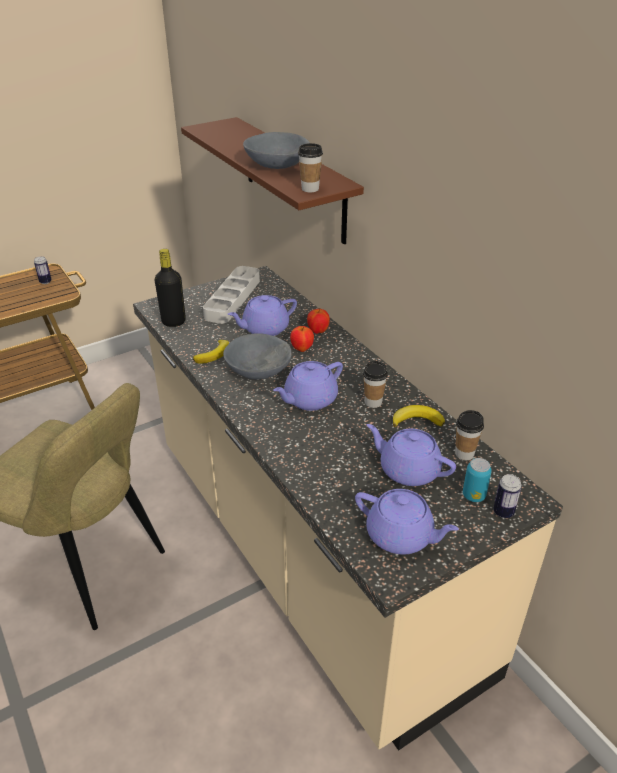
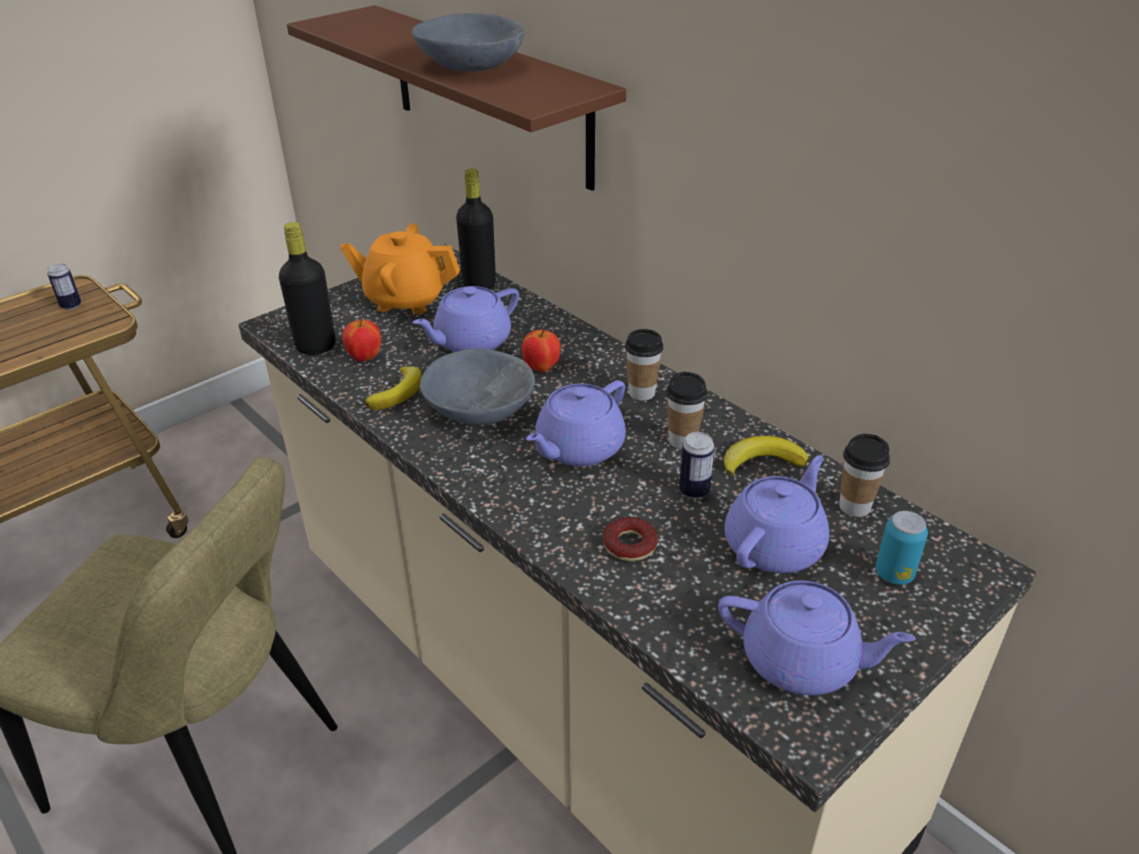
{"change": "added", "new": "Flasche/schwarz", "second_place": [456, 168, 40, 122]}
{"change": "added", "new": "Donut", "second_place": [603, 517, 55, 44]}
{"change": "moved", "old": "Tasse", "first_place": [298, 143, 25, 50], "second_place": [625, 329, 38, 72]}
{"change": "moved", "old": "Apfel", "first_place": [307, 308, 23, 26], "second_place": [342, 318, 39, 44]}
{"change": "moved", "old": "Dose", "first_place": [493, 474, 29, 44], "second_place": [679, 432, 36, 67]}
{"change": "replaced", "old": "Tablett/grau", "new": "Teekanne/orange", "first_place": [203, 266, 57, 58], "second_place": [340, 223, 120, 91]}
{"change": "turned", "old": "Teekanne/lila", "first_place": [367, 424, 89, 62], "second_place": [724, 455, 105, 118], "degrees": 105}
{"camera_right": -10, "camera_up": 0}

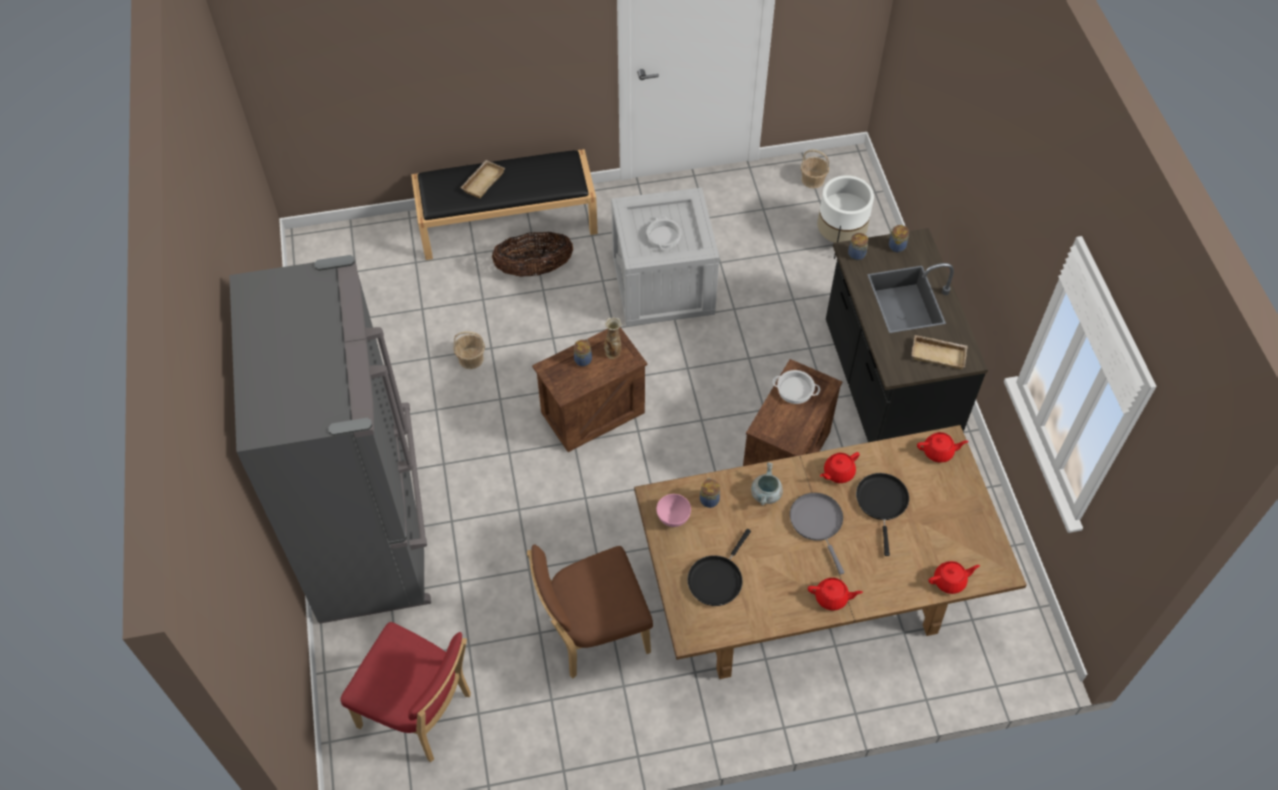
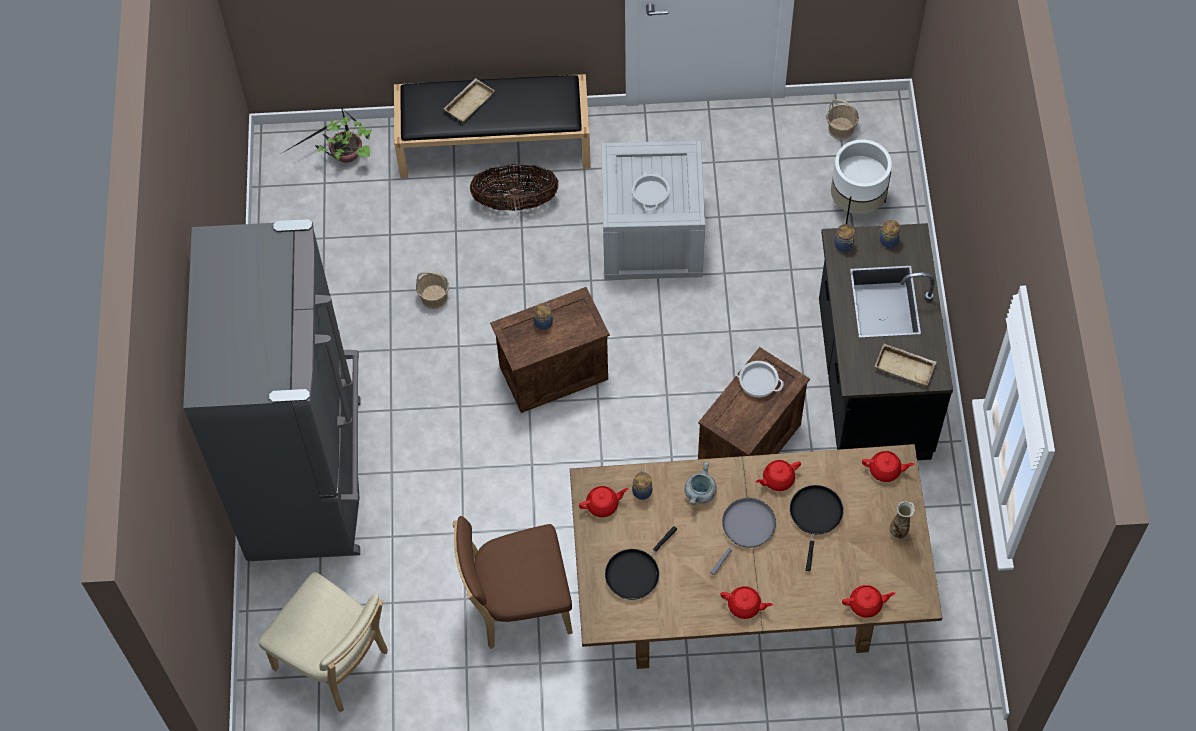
{"change": "added", "new": "Topfpflanze", "second_place": [284, 106, 88, 57]}
{"change": "moved", "old": "Vase", "first_place": [604, 317, 18, 42], "second_place": [890, 501, 25, 39]}
{"change": "replaced", "old": "Schüssel/rosa", "new": "Teekanne/rot", "first_place": [657, 494, 34, 33], "second_place": [579, 486, 49, 31]}
{"change": "recoloured", "old": "Stuhl/rot", "new": "Stuhl/beige", "first_place": [340, 622, 131, 141], "second_place": [259, 572, 129, 140]}
{"change": "turned", "old": "Pfanne/grau", "first_place": [790, 493, 54, 82], "second_place": [710, 498, 66, 77], "degrees": 45}
{"camera_right": 10, "camera_up": 5}

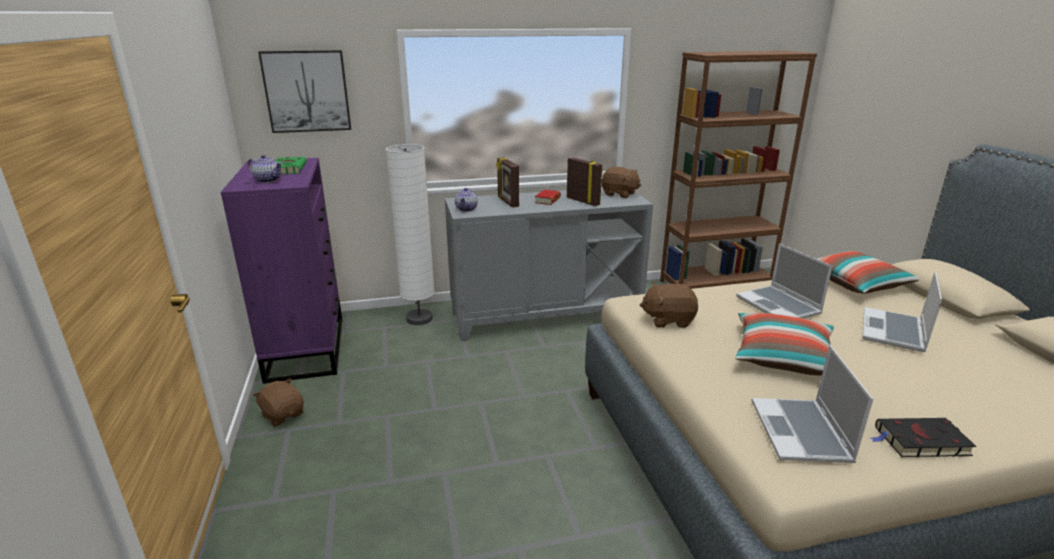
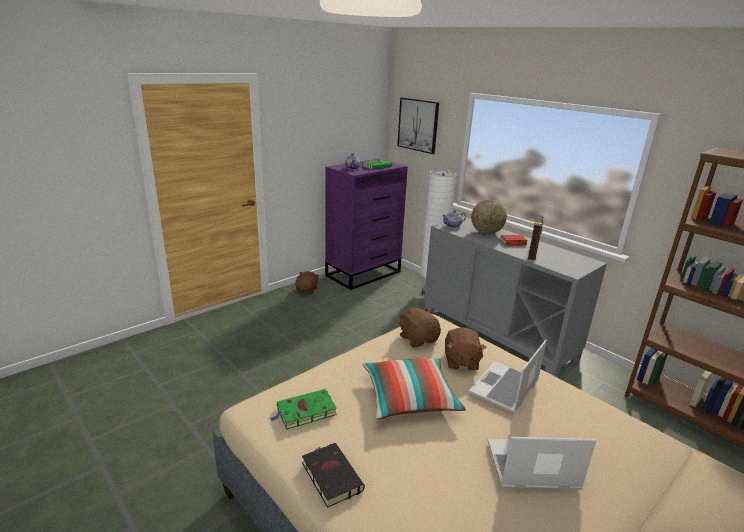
{"change": "removed", "old": "Kissen", "first_place": [818, 251, 101, 42]}
{"change": "moved", "old": "Plüschtier/braun", "first_place": [601, 167, 40, 31], "second_place": [445, 328, 42, 43]}
{"change": "replaced", "old": "Bilderrahmen", "new": "Globus", "first_place": [496, 157, 23, 51], "second_place": [471, 200, 36, 34]}
{"change": "replaced", "old": "Laptop", "new": "Buch/grün", "first_place": [751, 345, 122, 118], "second_place": [270, 389, 67, 41]}
{"camera_right": 60, "camera_up": 0}

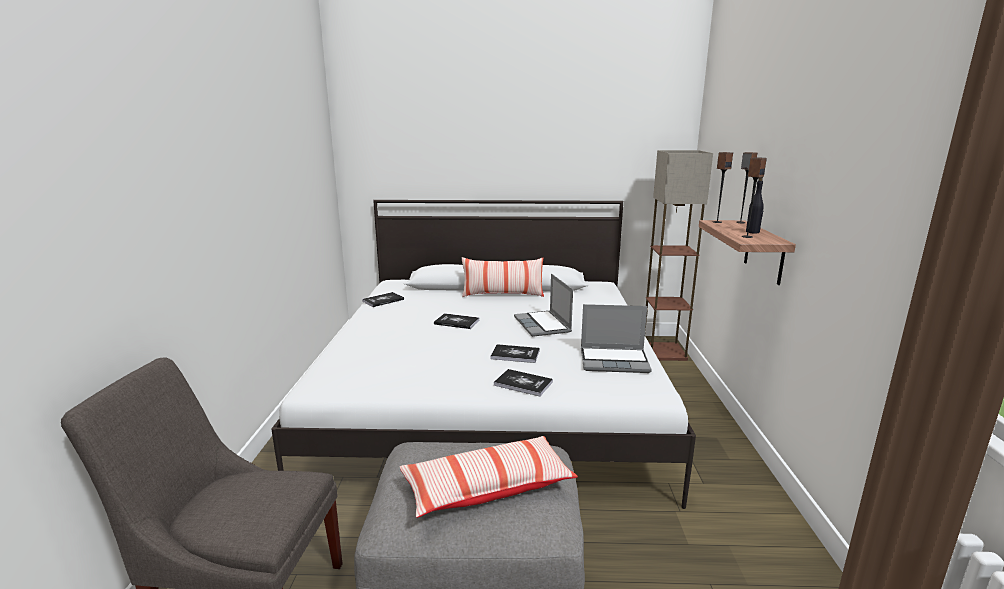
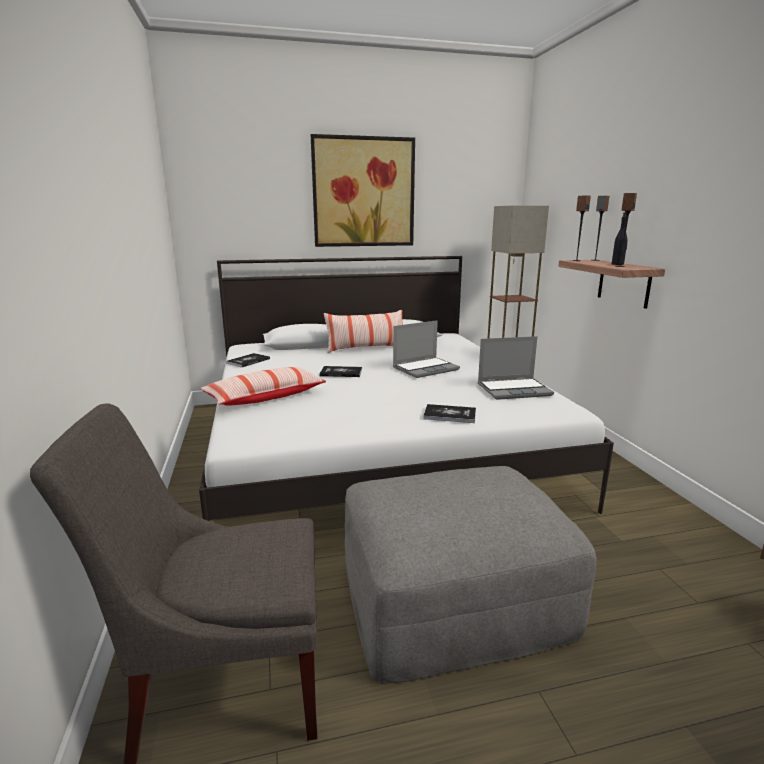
{"change": "removed", "old": "Buch", "first_place": [491, 344, 49, 19]}
{"change": "added", "new": "Bild", "second_place": [311, 134, 104, 113]}
{"change": "moved", "old": "Kissen", "first_place": [400, 436, 178, 82], "second_place": [200, 367, 126, 39]}
{"change": "turned", "old": "Laptop", "first_place": [514, 274, 59, 63], "second_place": [393, 320, 67, 58], "degrees": -90}
{"camera_right": -15, "camera_up": 0}

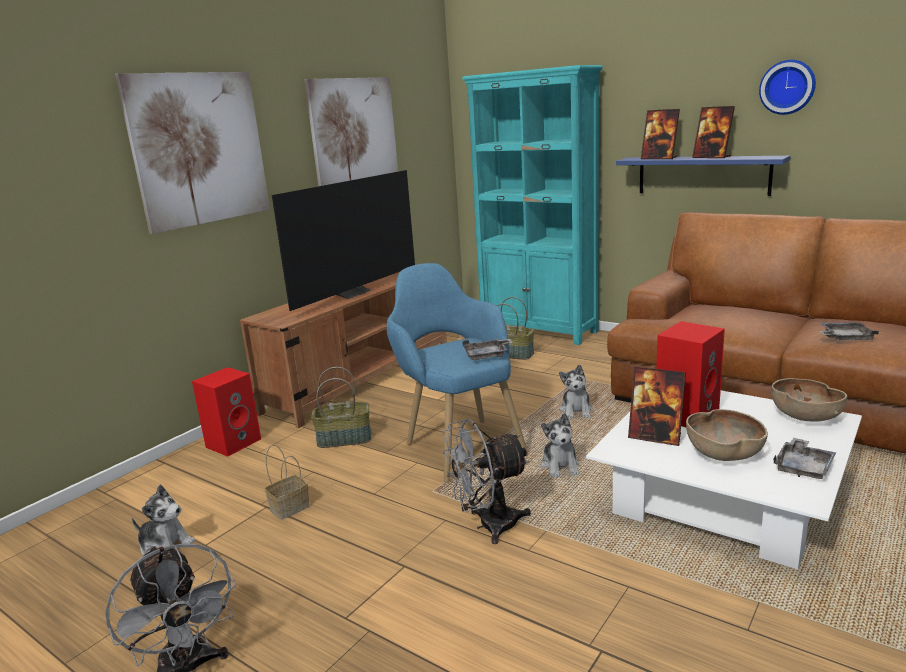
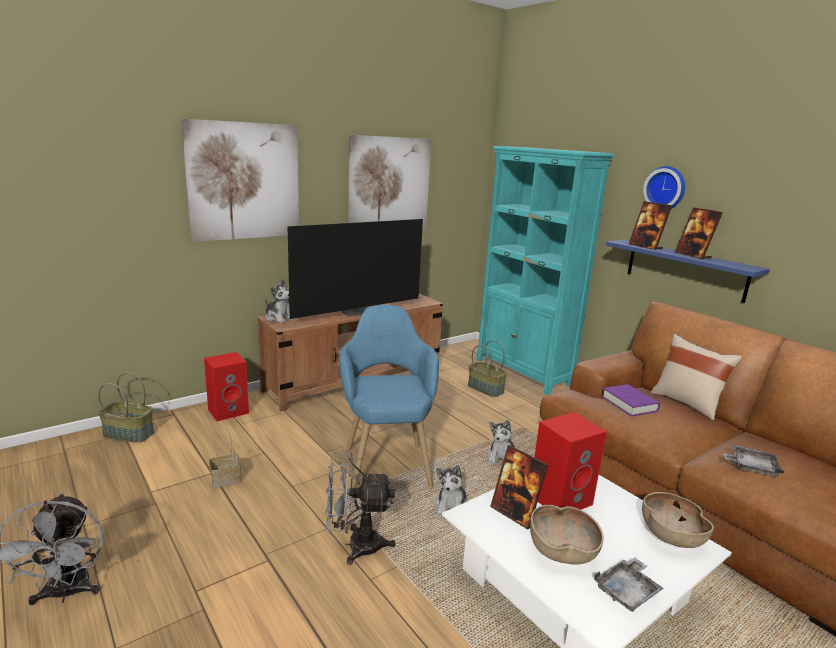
{"change": "removed", "old": "Tablett/grau", "first_place": [463, 339, 50, 21]}
{"change": "added", "new": "Buch/lila", "second_place": [602, 384, 58, 32]}
{"change": "added", "new": "Kissen/beige", "second_place": [651, 334, 91, 86]}
{"change": "moved", "old": "Plüschtier", "first_place": [132, 485, 63, 71], "second_place": [265, 279, 31, 44]}
{"change": "moved", "old": "Korb", "first_place": [311, 367, 60, 81], "second_place": [98, 373, 56, 70]}
{"change": "moved", "old": "Wanduhr", "first_place": [759, 60, 57, 55], "second_place": [643, 166, 42, 43]}
{"camera_right": 15, "camera_up": 0}

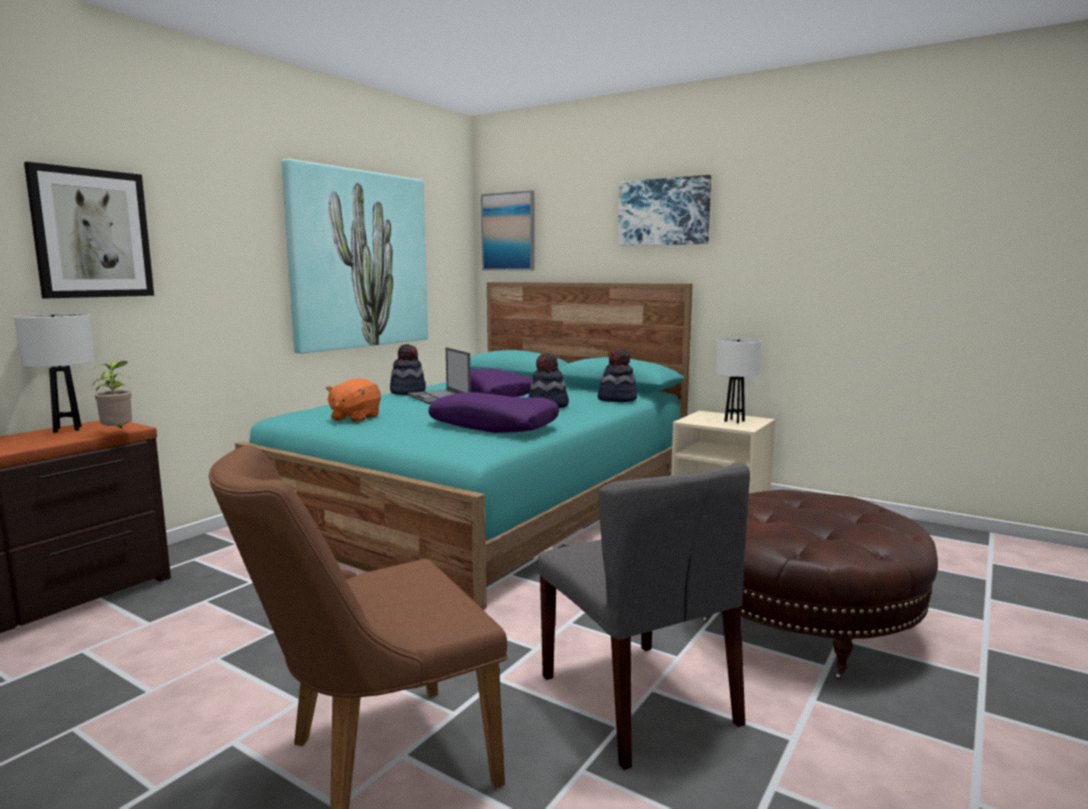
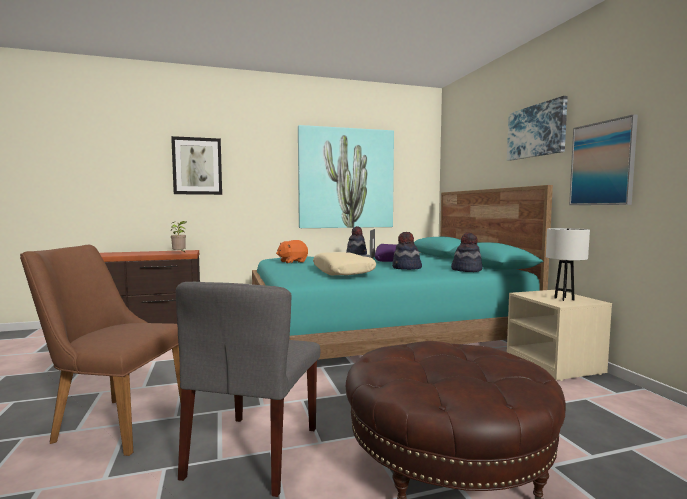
{"change": "removed", "old": "Tischlampe/weiß", "first_place": [14, 314, 81, 119]}
{"change": "moved", "old": "Bild", "first_place": [481, 190, 54, 81], "second_place": [569, 114, 69, 91]}
{"change": "recoloured", "old": "Kissen/lila", "new": "Kissen/beige", "first_place": [428, 392, 131, 41], "second_place": [313, 252, 63, 23]}
{"camera_right": 40, "camera_up": -5}

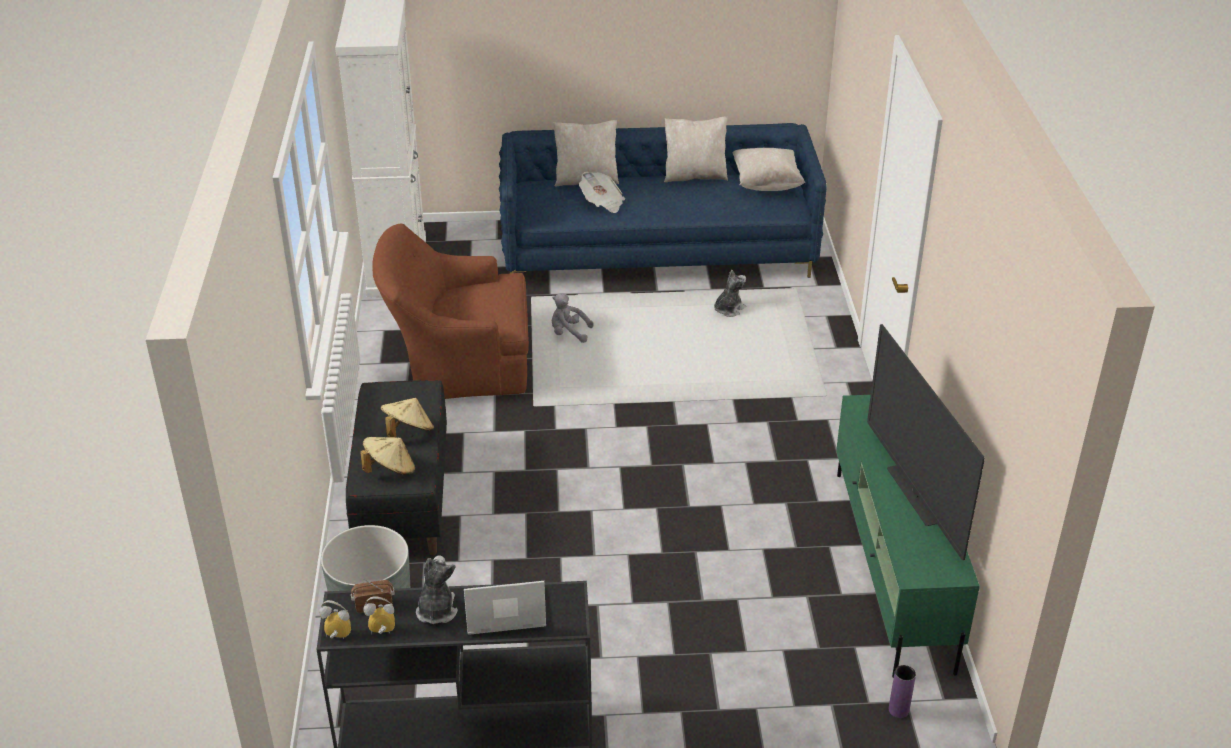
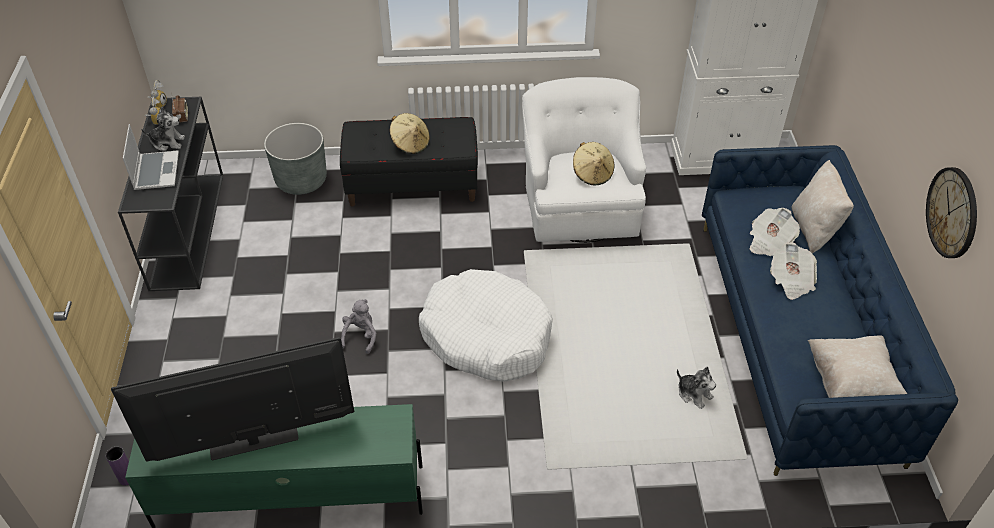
{"change": "removed", "old": "Kissen/beige", "first_place": [664, 116, 64, 66]}
{"change": "added", "new": "Hundebett/weiß", "second_place": [419, 269, 134, 113]}
{"change": "added", "new": "Zeitung", "second_place": [770, 242, 47, 58]}
{"change": "added", "new": "Wanduhr", "second_place": [926, 167, 51, 91]}
{"change": "moved", "old": "Hut/beige", "first_place": [360, 437, 55, 38], "second_place": [573, 142, 41, 43]}
{"change": "moved", "old": "Plüschtier/grau", "first_place": [552, 293, 41, 50], "second_place": [341, 299, 36, 55]}
{"change": "recoloured", "old": "Sessel/braun", "new": "Sessel/weiß", "first_place": [372, 223, 157, 176], "second_place": [522, 77, 124, 166]}
{"camera_right": 90, "camera_up": 10}

